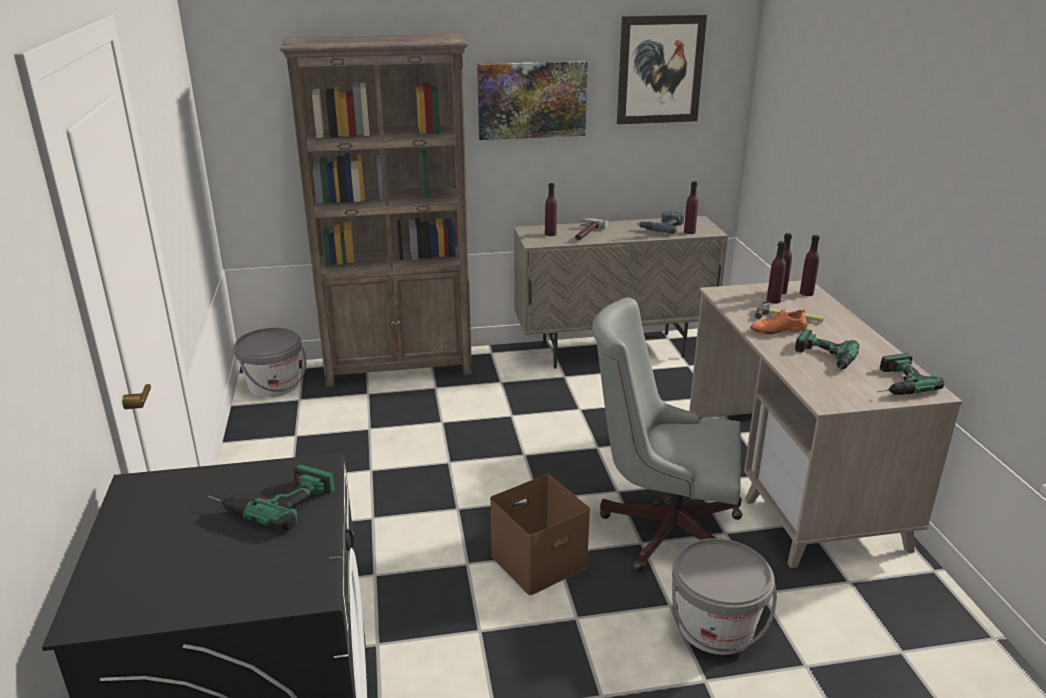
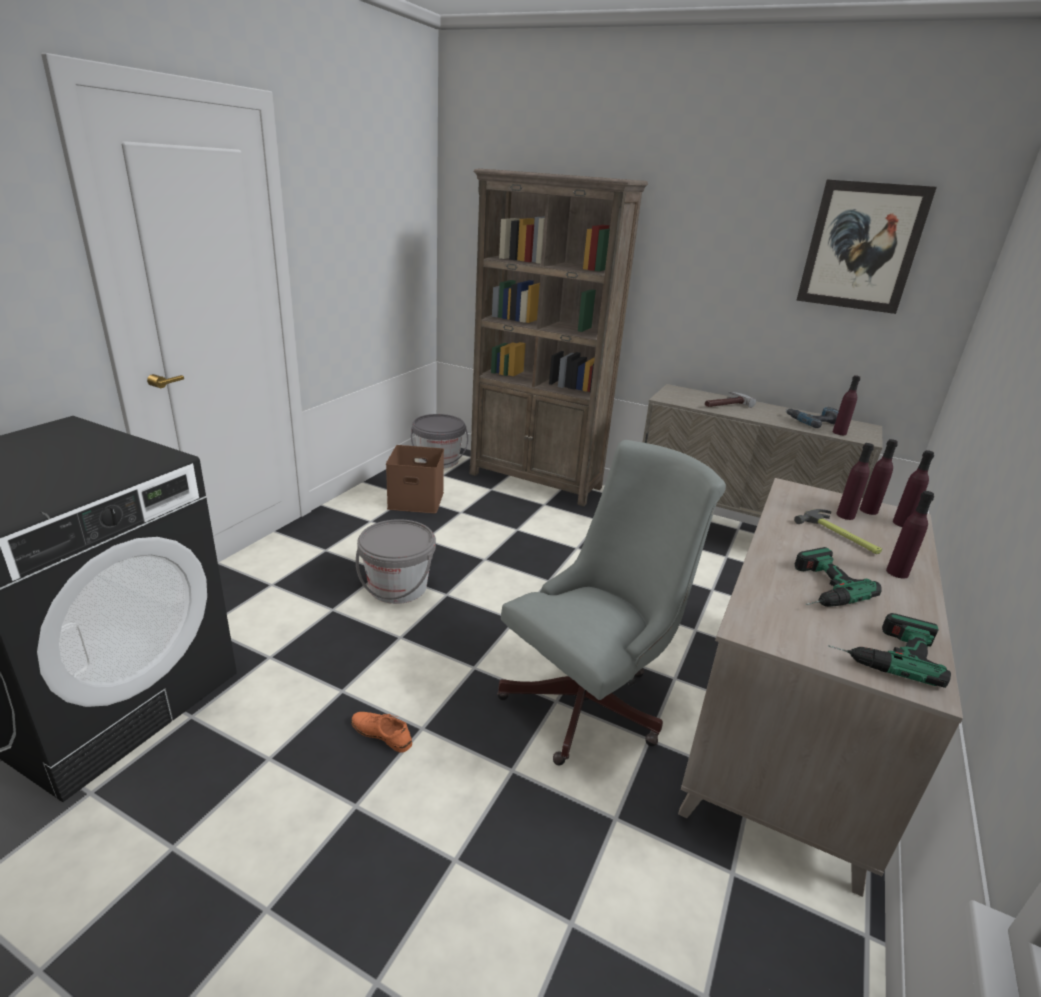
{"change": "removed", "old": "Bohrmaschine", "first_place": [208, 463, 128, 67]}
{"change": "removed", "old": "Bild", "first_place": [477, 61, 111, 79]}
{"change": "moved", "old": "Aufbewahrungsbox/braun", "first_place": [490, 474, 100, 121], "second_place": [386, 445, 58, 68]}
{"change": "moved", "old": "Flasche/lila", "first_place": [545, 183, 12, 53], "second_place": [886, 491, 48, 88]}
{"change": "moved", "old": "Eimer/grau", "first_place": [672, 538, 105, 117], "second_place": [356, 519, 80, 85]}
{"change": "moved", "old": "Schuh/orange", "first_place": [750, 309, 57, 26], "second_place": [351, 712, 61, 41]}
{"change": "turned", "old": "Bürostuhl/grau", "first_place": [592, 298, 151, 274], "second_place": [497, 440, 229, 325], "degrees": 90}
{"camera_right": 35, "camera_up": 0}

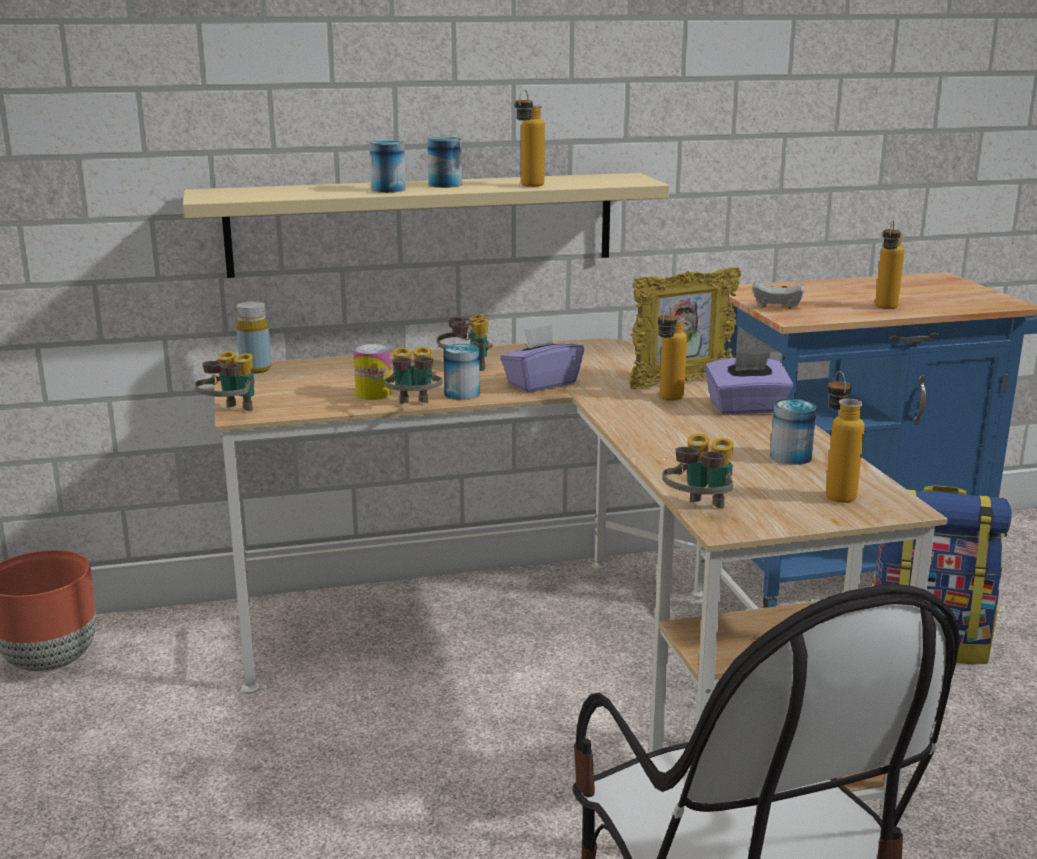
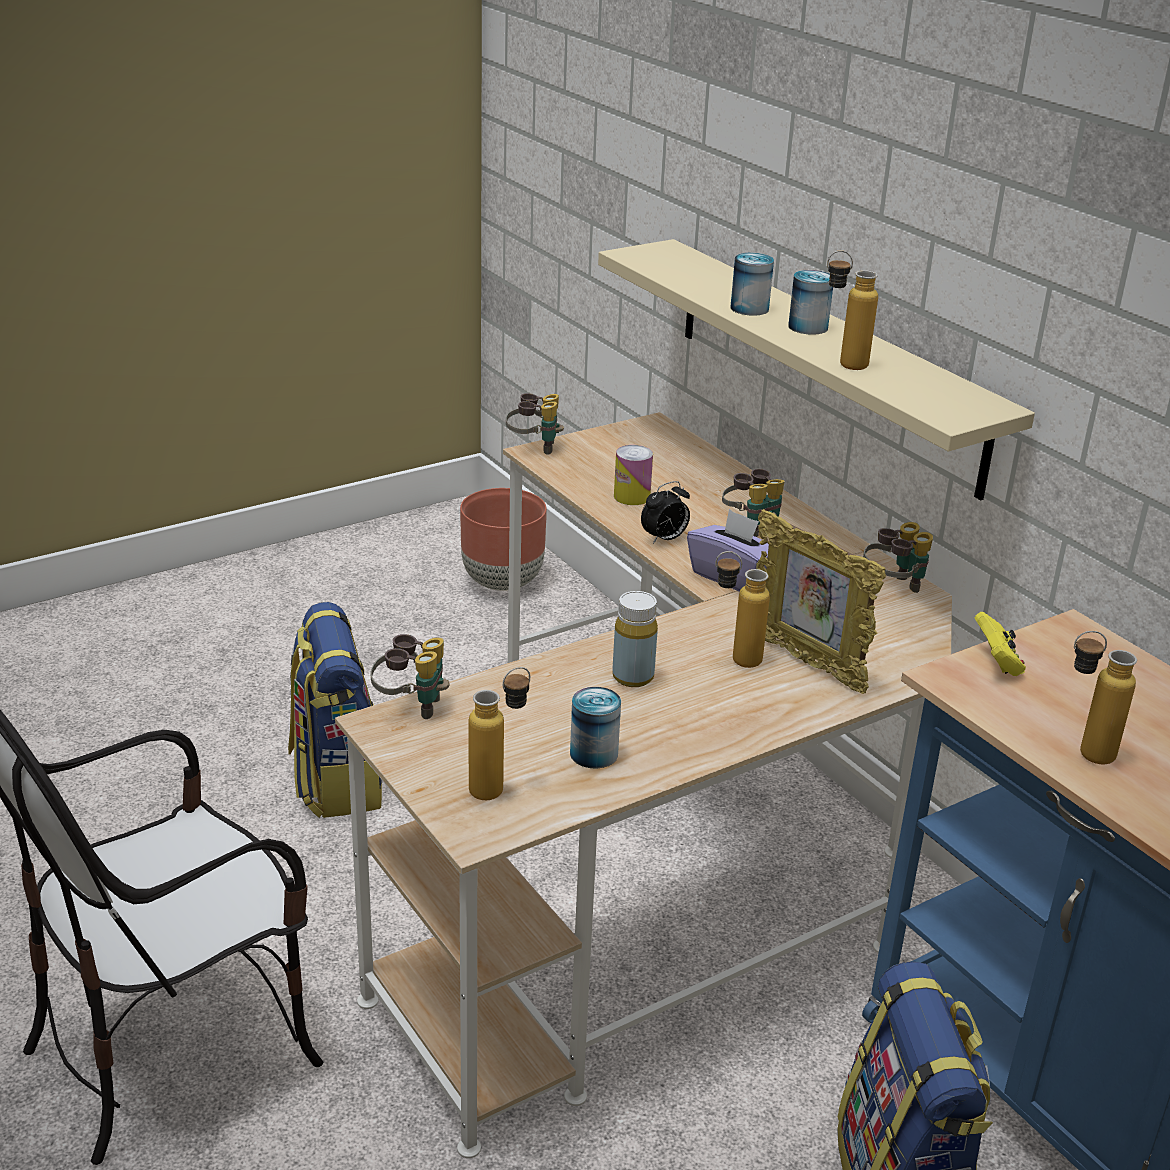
{"change": "removed", "old": "Taschentuchbox/lila", "first_place": [705, 353, 88, 62]}
{"change": "added", "new": "Rucksack", "second_place": [288, 602, 94, 216]}
{"change": "moved", "old": "Flasche/gelb", "first_place": [236, 301, 35, 73], "second_place": [612, 591, 46, 96]}
{"change": "moved", "old": "Fernglas", "first_place": [384, 347, 59, 57], "second_place": [863, 522, 70, 71]}
{"change": "replaced", "old": "Dose", "new": "Wecker", "first_place": [443, 344, 37, 56], "second_place": [641, 481, 49, 63]}
{"change": "recoloured", "old": "Gamepad/weiß", "new": "Gamepad/gelb", "first_place": [752, 281, 52, 27], "second_place": [974, 612, 52, 64]}
{"camera_right": 70, "camera_up": 10}

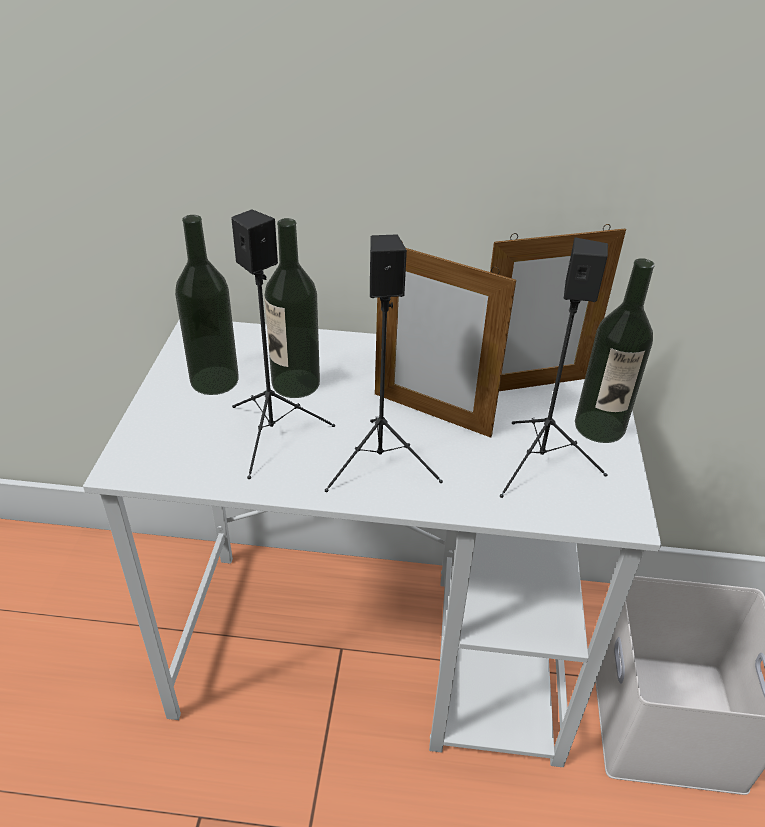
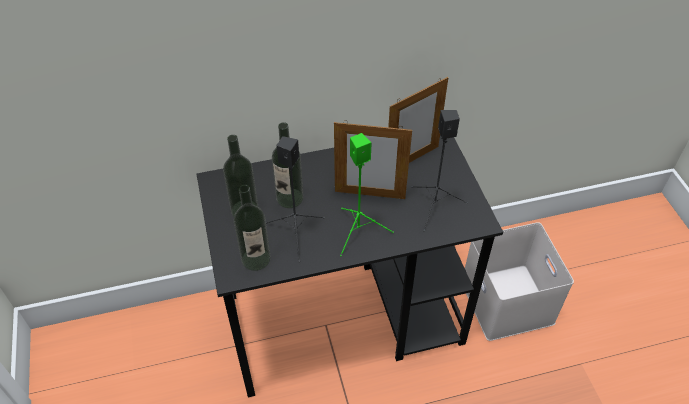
{"change": "moved", "old": "Flasche", "first_place": [575, 258, 80, 185], "second_place": [234, 185, 37, 86]}
{"change": "recoloured", "old": "Schreibtisch/weiß", "new": "Schreibtisch/schwarz", "first_place": [83, 319, 578, 448], "second_place": [197, 136, 306, 261]}
{"change": "recoloured", "old": "Lautsprecher/schwarz", "new": "Lautsprecher/grün", "first_place": [325, 234, 118, 258], "second_place": [340, 133, 54, 123]}
{"camera_right": -20, "camera_up": 10}

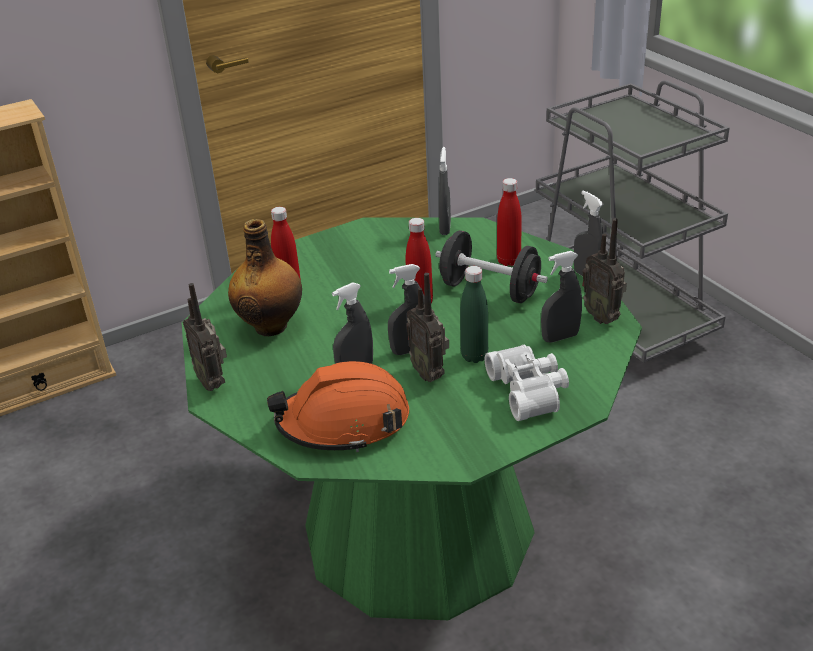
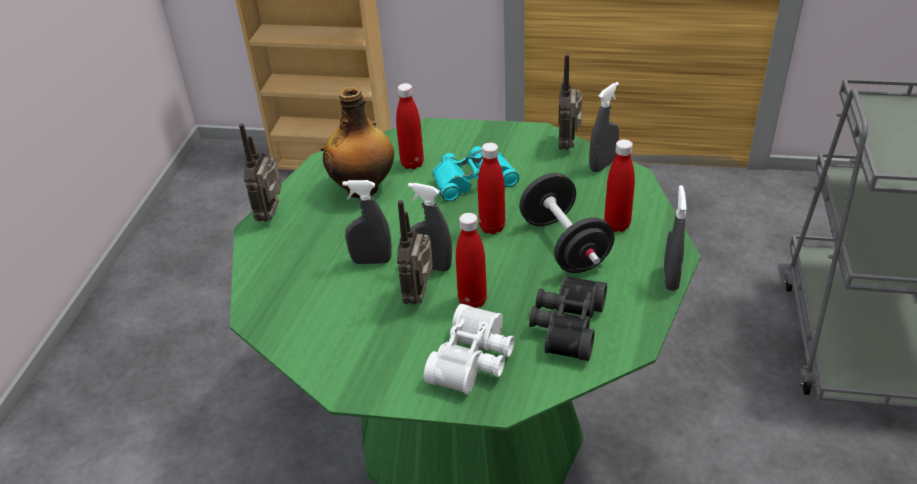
{"change": "removed", "old": "Schutzhelm/orange", "first_place": [267, 361, 142, 91]}
{"change": "added", "new": "Fernglas/türkis", "second_place": [432, 146, 87, 56]}
{"change": "moved", "old": "Radio", "first_place": [582, 218, 45, 106], "second_place": [558, 54, 24, 96]}
{"change": "replaced", "old": "Sprühflasche/grau", "new": "Fernglas/schwarz", "first_place": [541, 251, 41, 91], "second_place": [529, 276, 78, 85]}
{"change": "recoloured", "old": "Flasche/grün", "new": "Flasche/rot", "first_place": [460, 266, 28, 97], "second_place": [456, 213, 31, 95]}
{"camera_right": 40, "camera_up": 5}

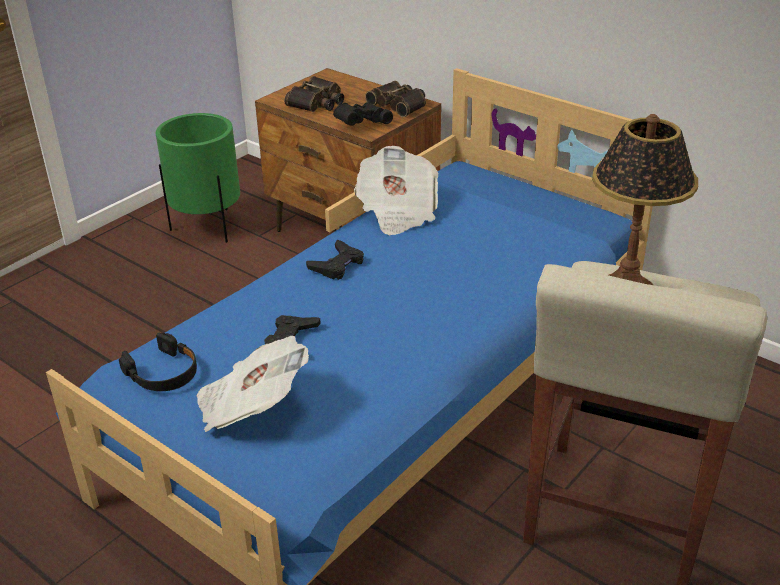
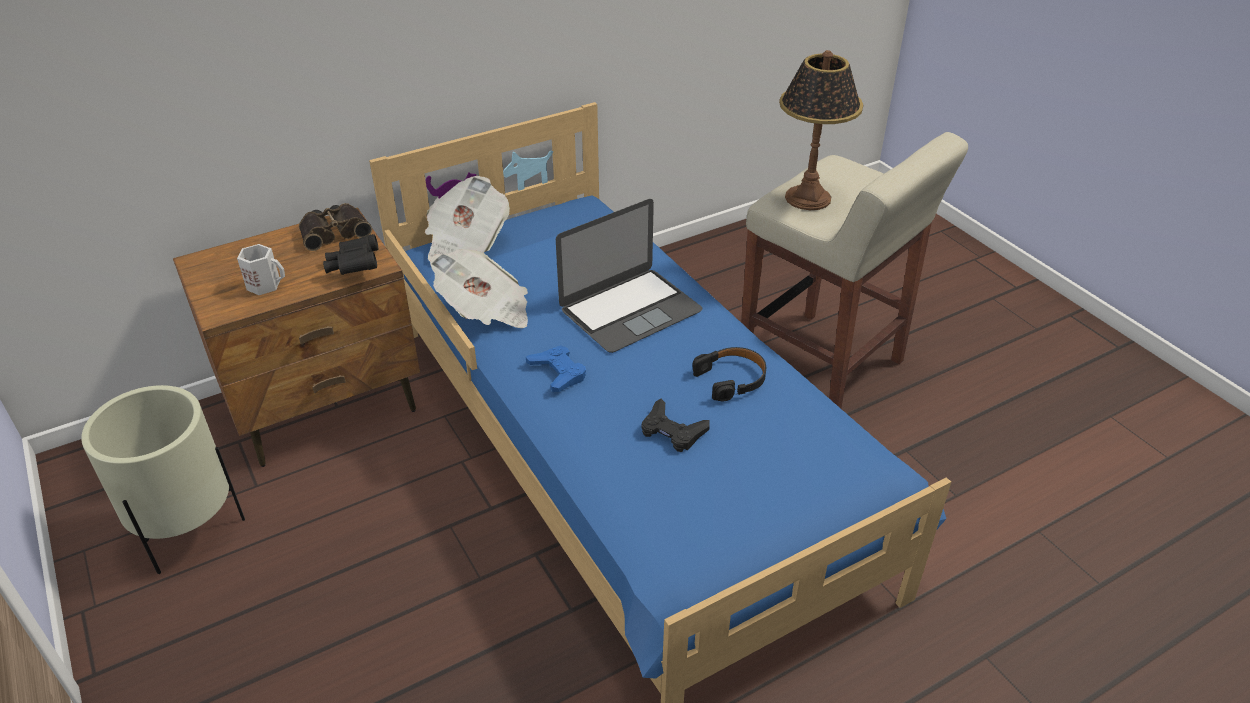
{"change": "added", "new": "Laptop", "second_place": [556, 199, 146, 154]}
{"change": "moved", "old": "Kopfhörer/schwarz", "first_place": [119, 333, 78, 58], "second_place": [693, 347, 73, 55]}
{"change": "moved", "old": "Zeitung", "first_place": [196, 336, 113, 96], "second_place": [425, 176, 85, 85]}
{"change": "replaced", "old": "Fernglas", "new": "Henkelbecher/weiß", "first_place": [284, 76, 60, 36], "second_place": [237, 244, 48, 51]}
{"change": "recoloured", "old": "Pflanzkübel/grün", "new": "Pflanzkübel/beige", "first_place": [156, 113, 84, 130], "second_place": [81, 385, 164, 189]}
{"change": "recoloured", "old": "Gamepad/schwarz", "new": "Gamepad/blau", "first_place": [306, 240, 58, 40], "second_place": [526, 345, 60, 47]}
{"camera_right": -70, "camera_up": 5}

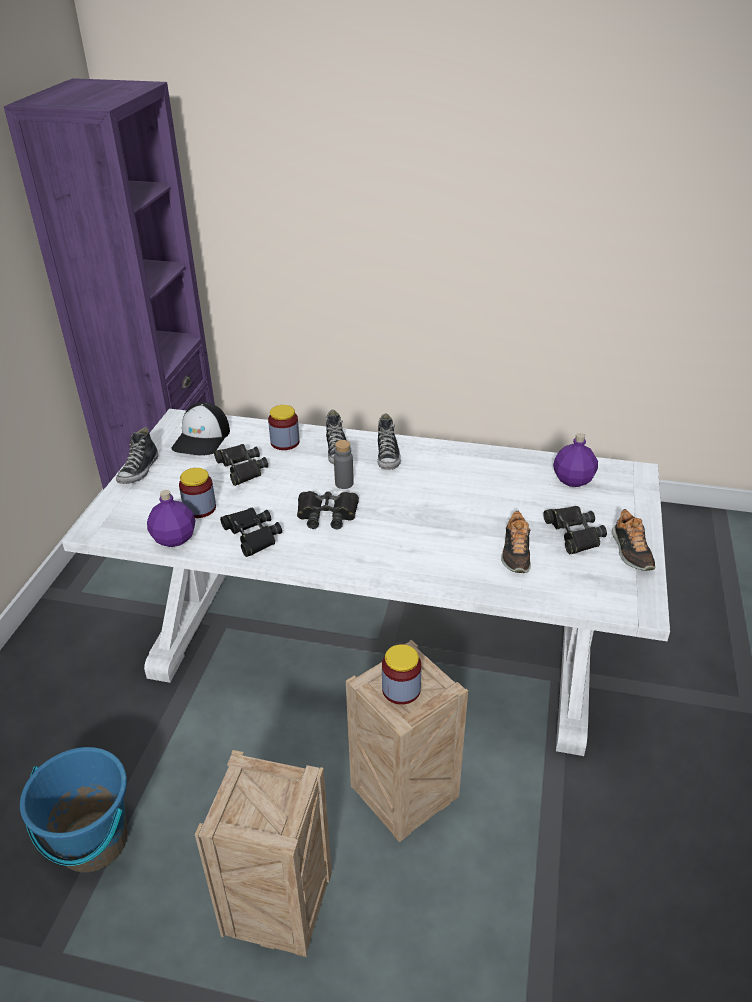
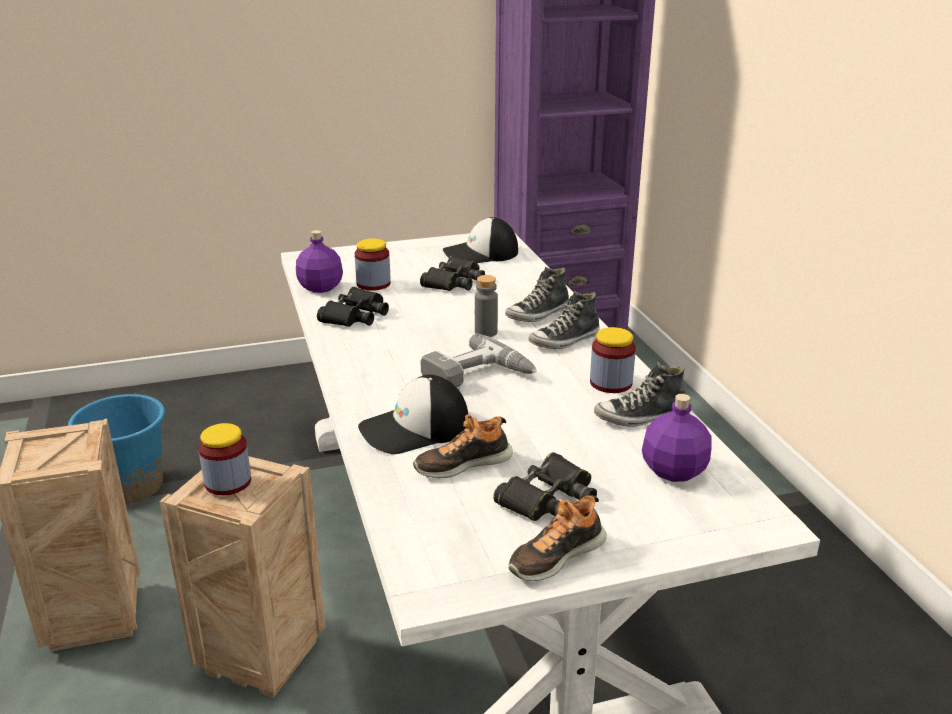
{"change": "removed", "old": "Fernglas/schwarz", "first_place": [297, 491, 62, 38]}
{"change": "added", "new": "Kappe", "second_place": [358, 374, 111, 80]}
{"change": "added", "new": "Bohrmaschine", "second_place": [420, 334, 116, 53]}
{"change": "moved", "old": "Schuh", "first_place": [116, 427, 42, 57], "second_place": [594, 362, 92, 65]}
{"change": "moved", "old": "Vorratsglas", "first_place": [268, 405, 32, 45], "second_place": [590, 327, 46, 66]}
{"camera_right": 60, "camera_up": -10}

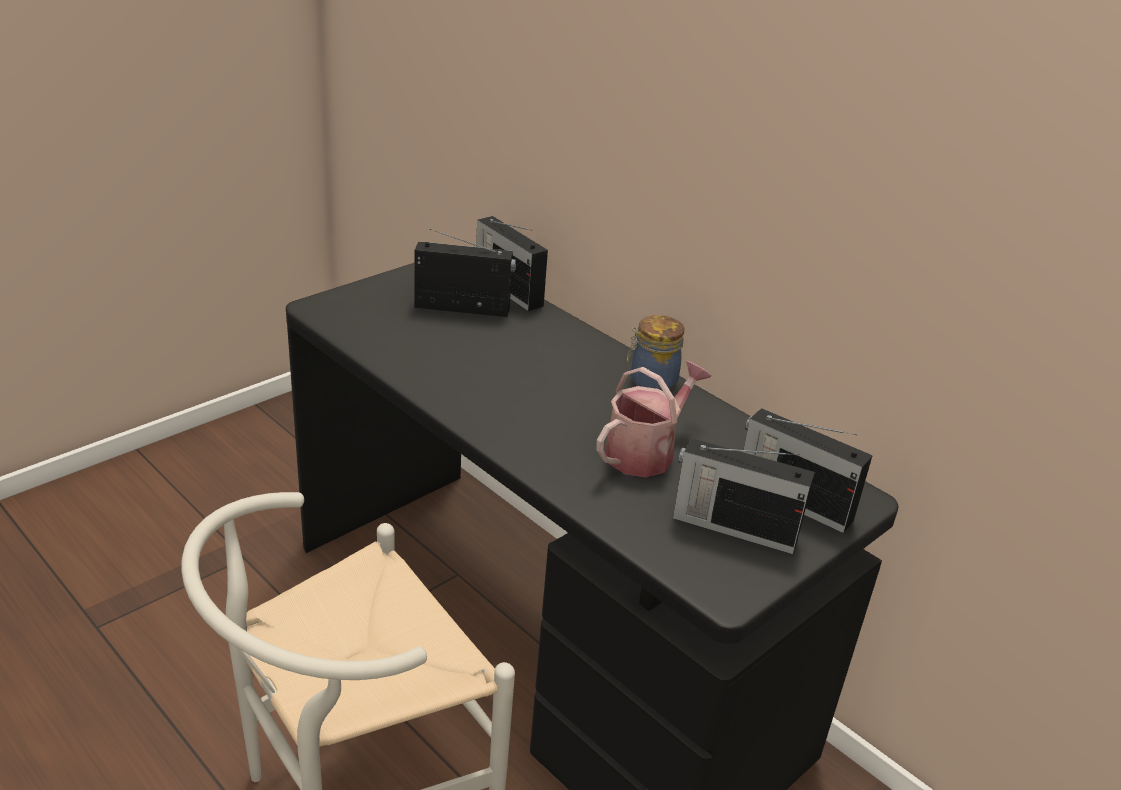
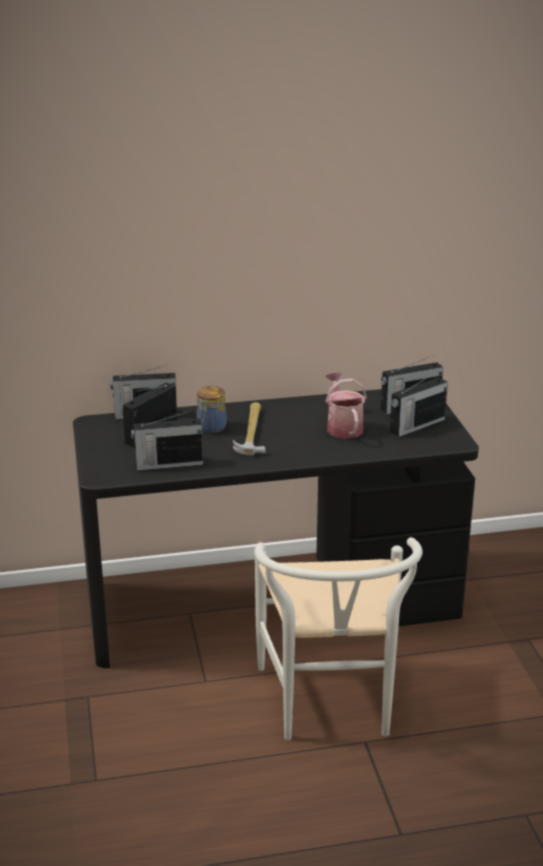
{"change": "added", "new": "Radio", "second_place": [131, 411, 72, 60]}
{"change": "added", "new": "Hammer", "second_place": [233, 402, 33, 53]}
{"change": "moved", "old": "Vorratsglas", "first_place": [627, 315, 57, 76], "second_place": [197, 386, 30, 47]}
{"camera_right": -55, "camera_up": -5}

